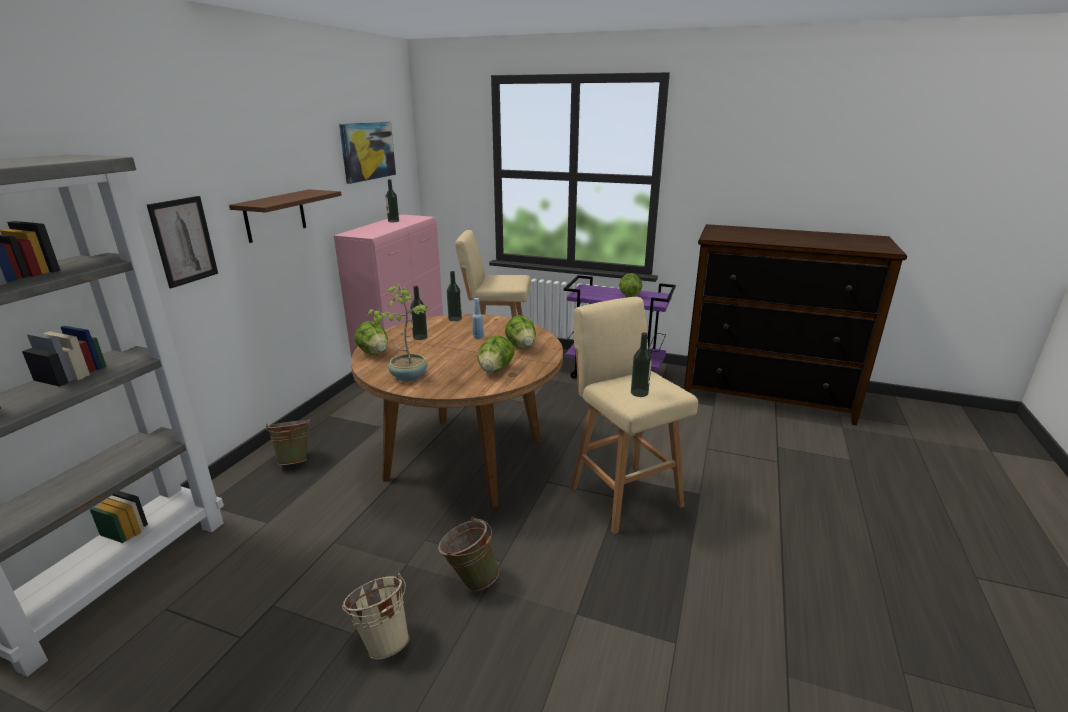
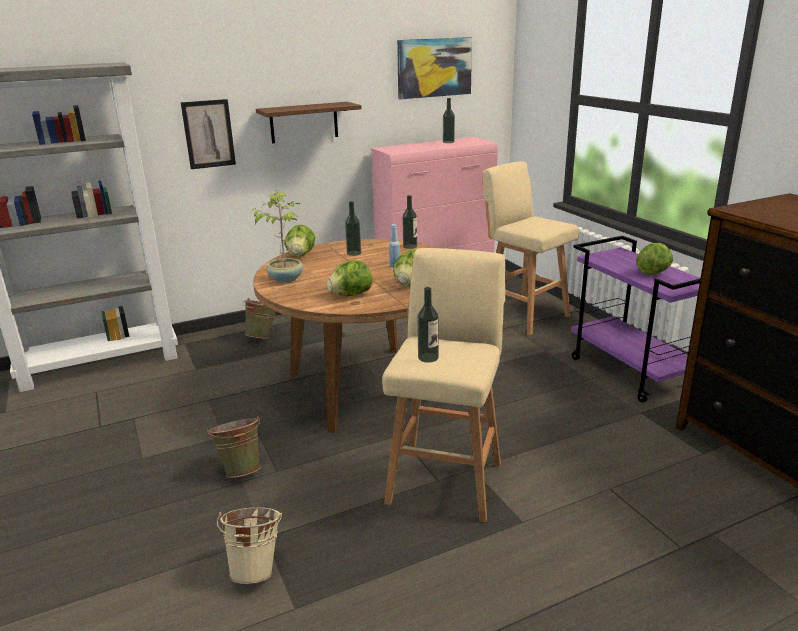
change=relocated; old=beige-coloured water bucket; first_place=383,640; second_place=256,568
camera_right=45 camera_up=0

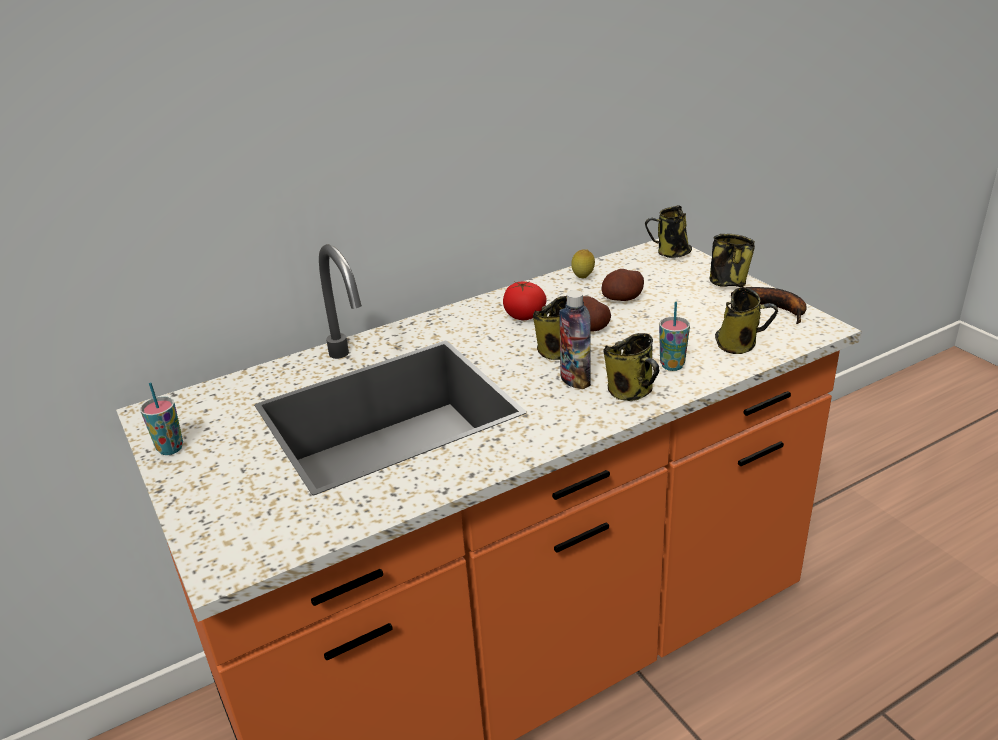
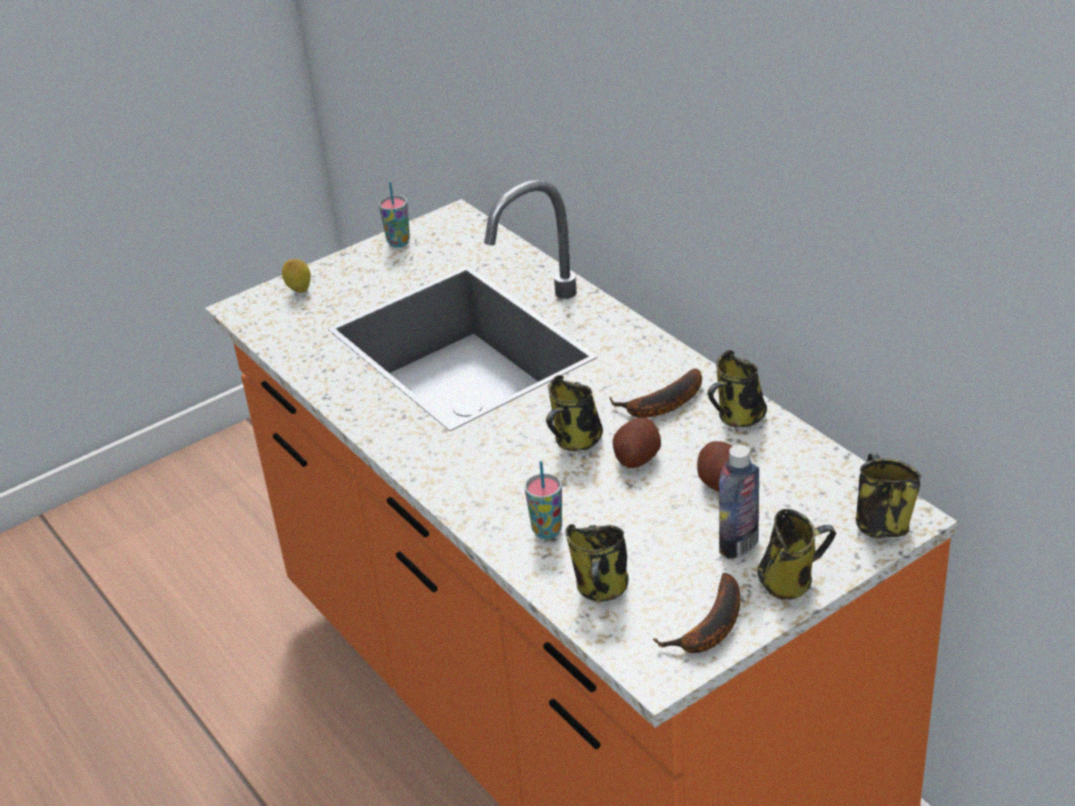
change=exchanged; old=fresh tomato; new=banana; first_place=524,316; second_place=661,405
change=relocated; old=drink bottle; first_place=575,380; second_place=738,545
change=relocated; old=whole lemon; first_place=583,278; second_place=299,291
change=relocated; old=mug; first_place=632,392; second_place=738,418
camera_right=85 camera_up=5

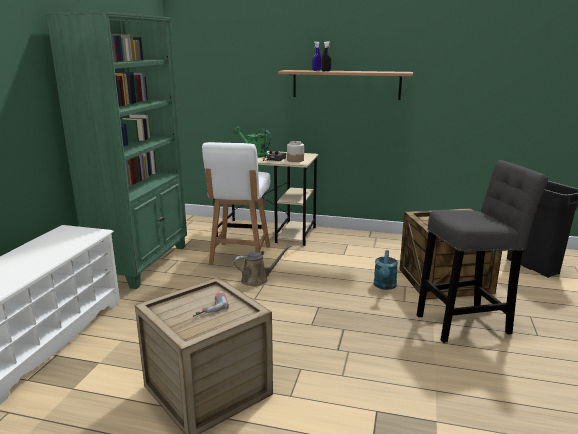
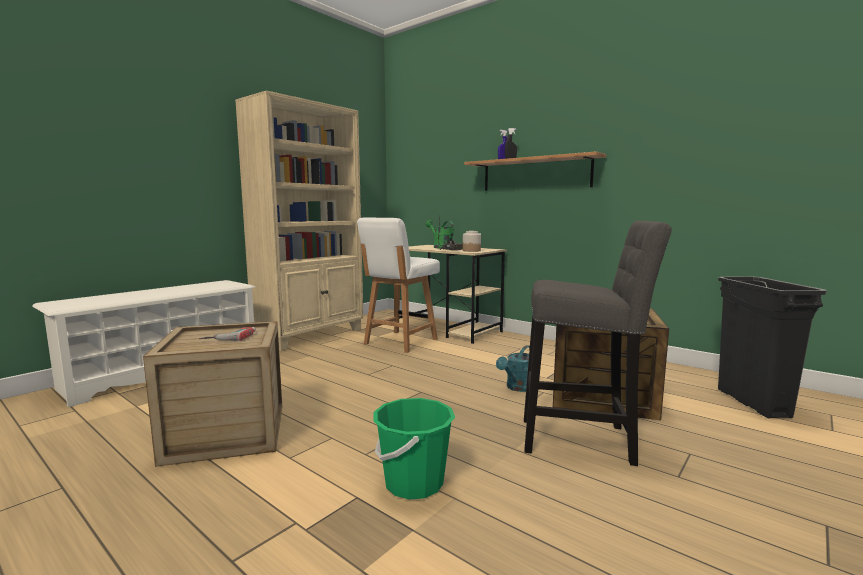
change=colour; old=green bookcase; new=beige-coloured bookcase; first_place=142,263; second_place=311,335
change=missing; old=brown-coloured sprinkling can; first_place=257,280
change=appeared; new=green water bucket; second_place=414,483
camera_right=25 camera_up=-10

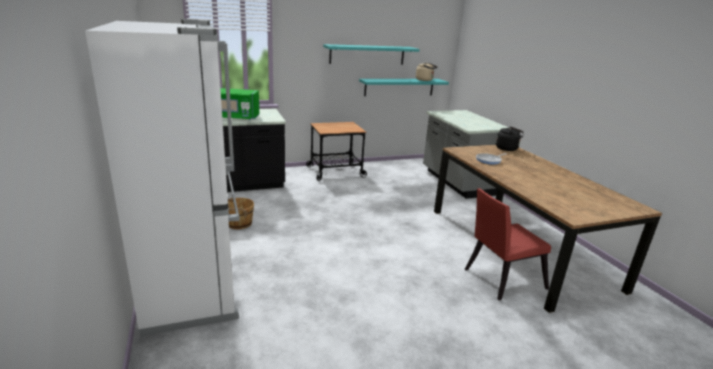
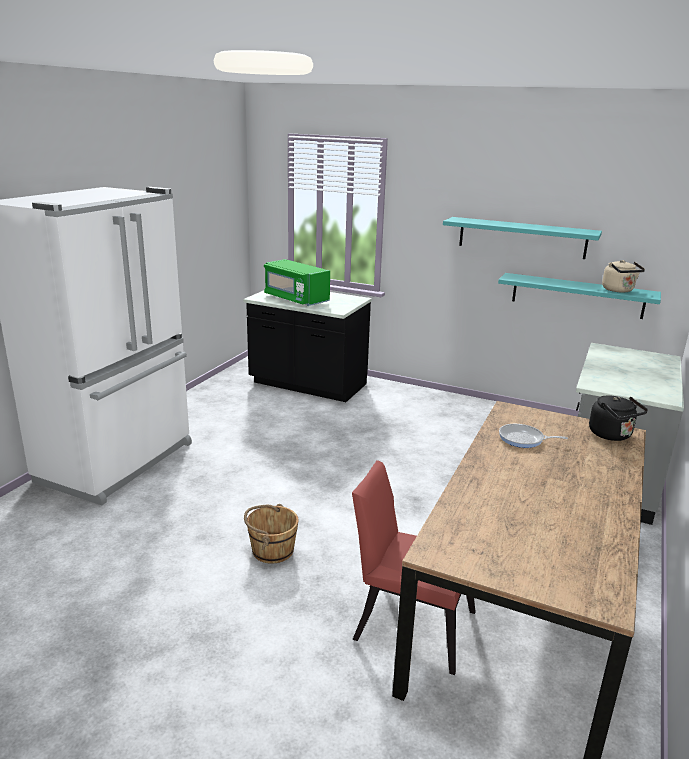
change=relocated; old=brown-coloured water bucket; first_place=238,223; second_place=272,550
change=missing; old=wheeled cart; first_place=335,172
camera_right=45 camera_up=0

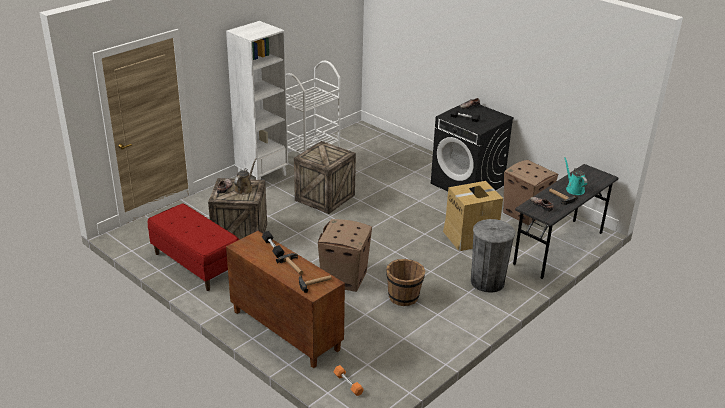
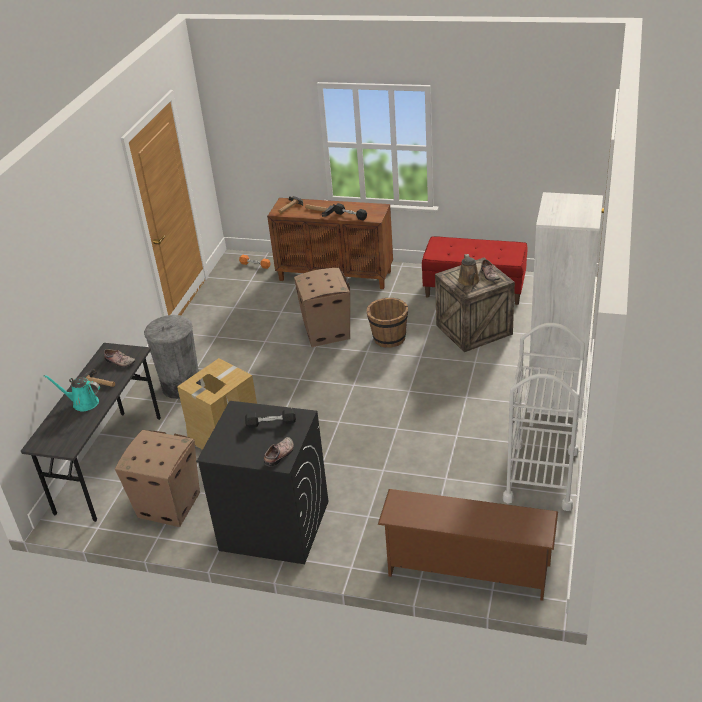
change=missing; old=crate; first_place=324,197
change=relocated; old=brown-coloured water bucket; first_place=404,297; second_place=389,338
change=spun; old=turquoise-coloured sprinkling can; first_place=574,189; second_place=83,403; degrees=150
change=appeared; new=brown-coloured shoe shelf; second_place=467,571
camera_right=155 camera_up=5

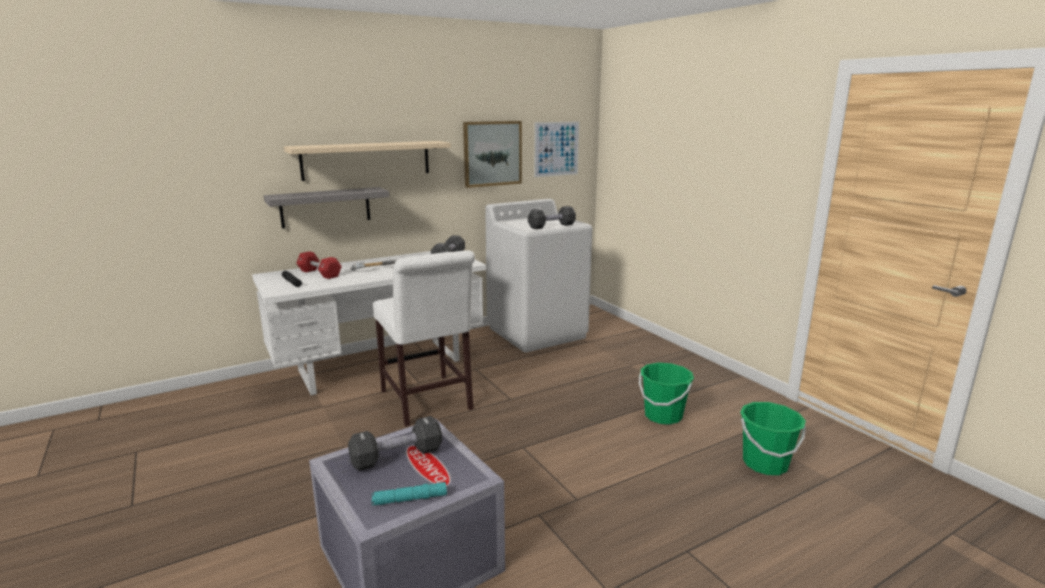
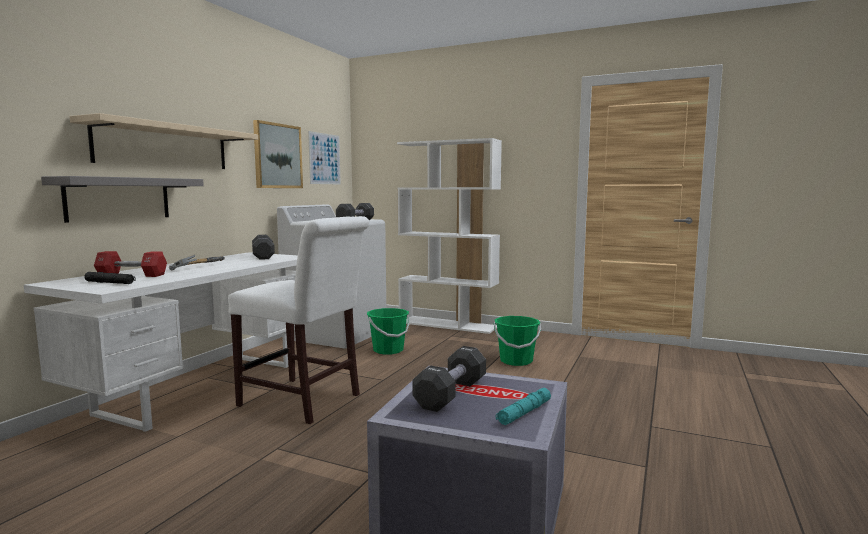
change=relocated; old=green water bucket; first_place=765,464; second_place=388,350
change=appeared; new=whitish bookcase; second_place=448,325
camera_right=-35 camera_up=-10

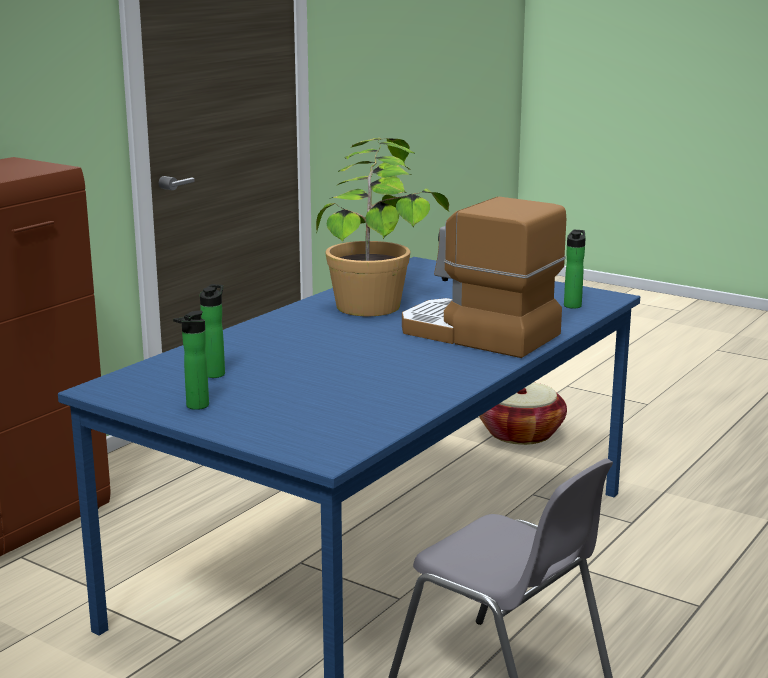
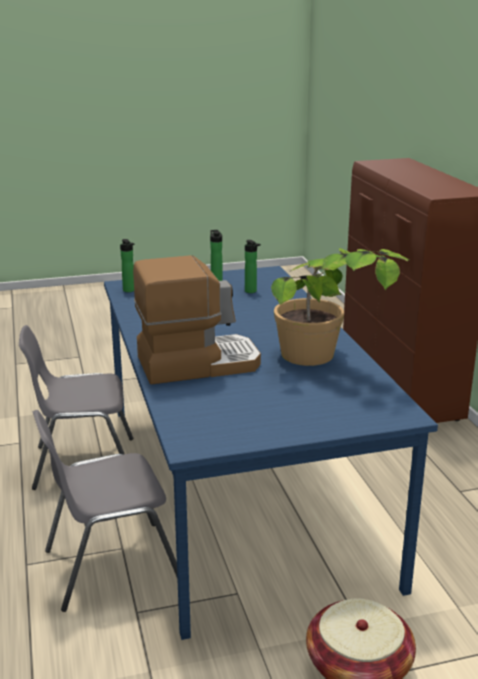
change=relocated; old=drink bottle; first_place=573,305; second_place=129,291
change=appeared; new=grey upright chair; second_place=110,566
camera_right=130 camera_up=5

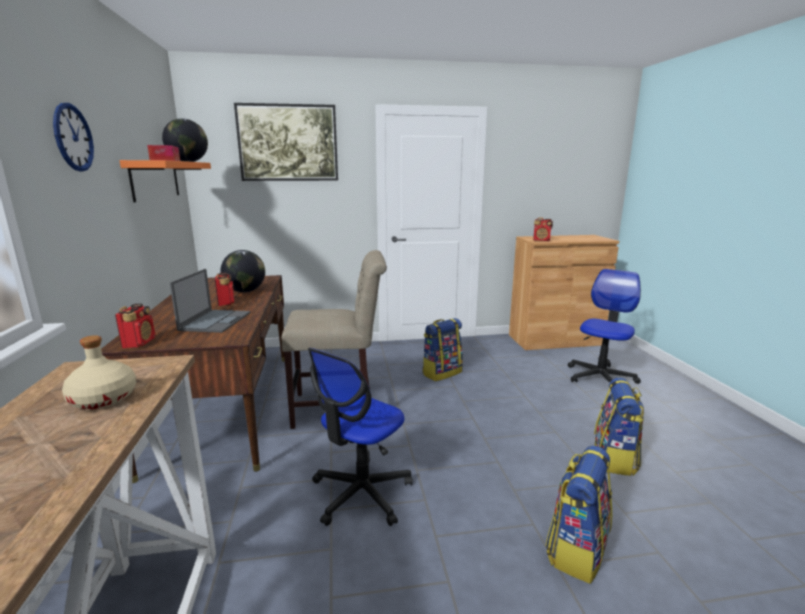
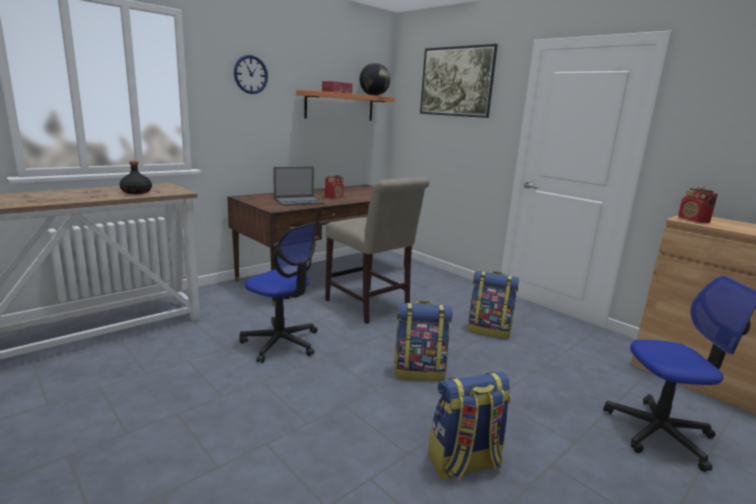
change=colour; old=beige-coloured drink bottle; new=black drink bottle; first_place=103,399; second_place=136,192
change=missing; old=radio; first_place=139,342
change=missing; old=globe; first_place=245,291
change=spun; old=office chair; first_place=361,493; second_place=281,343; degrees=-150
change=relocated; old=rucksack; first_place=576,549; second_place=419,371
camera_right=55 camera_up=0

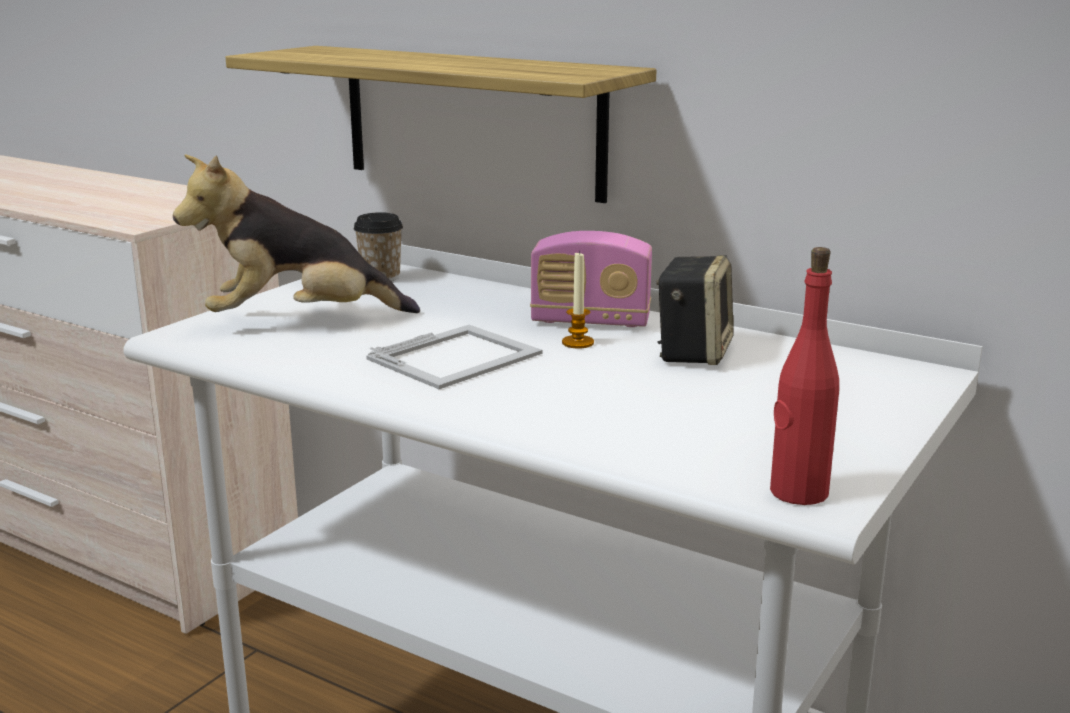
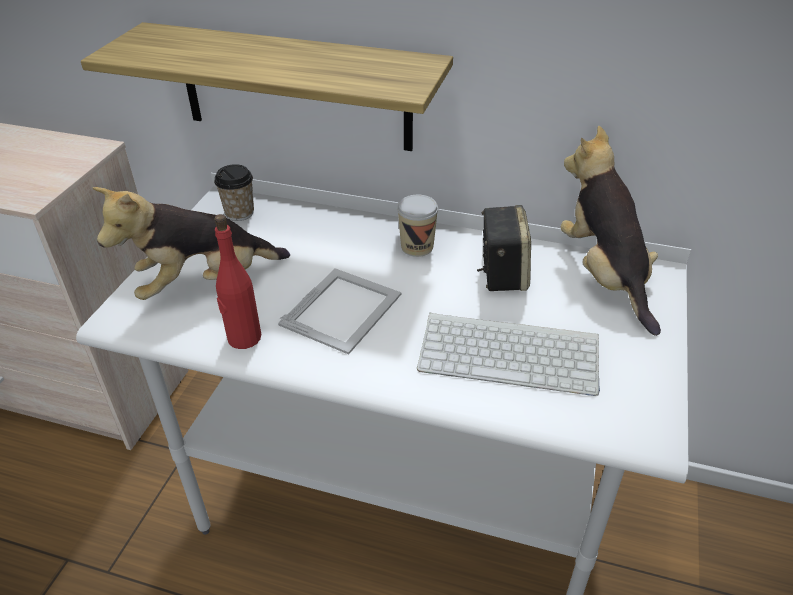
change=exchanged; old=radio; new=drinking cup; first_place=590,321; second_place=417,247
change=missing; old=candle; first_place=577,343
change=relocated; old=reddish drink bottle; first_place=798,492; second_place=243,338
change=appeared; new=PC keyboard; second_place=511,353
change=appeared; new=plush toy; second_place=604,275
camera_right=-15 camera_up=20

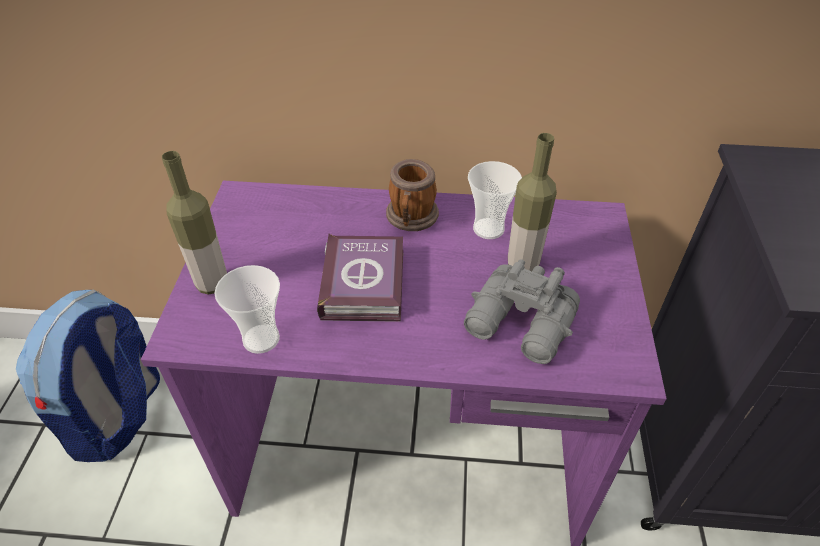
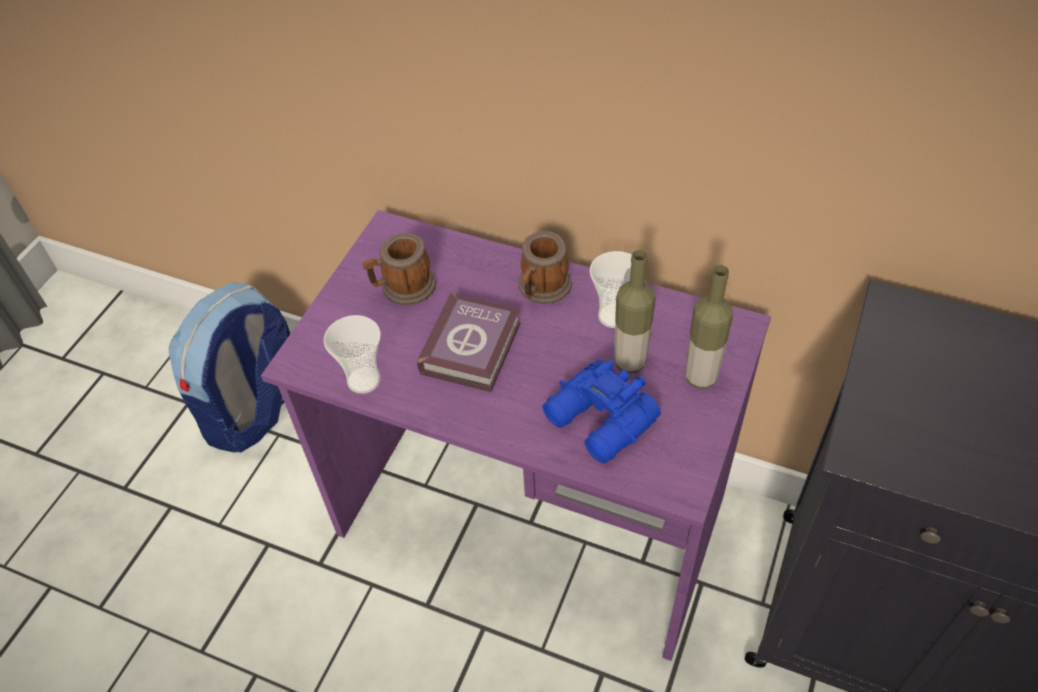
change=relocated; old=drink bottle; first_place=212,284; second_place=701,377
change=colour; old=grey pair of binoculars; new=blue pair of binoculars; first_place=521,325; second_place=600,422
change=appeared; new=mug; second_place=403,288
camera_right=20 camera_up=5

